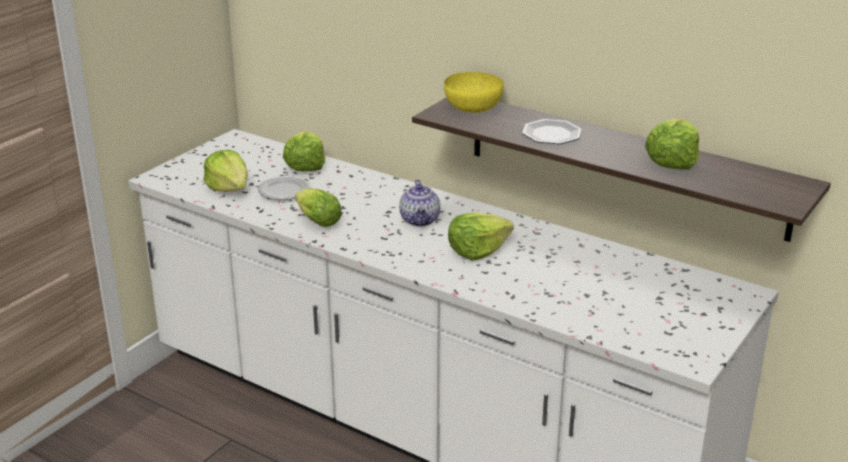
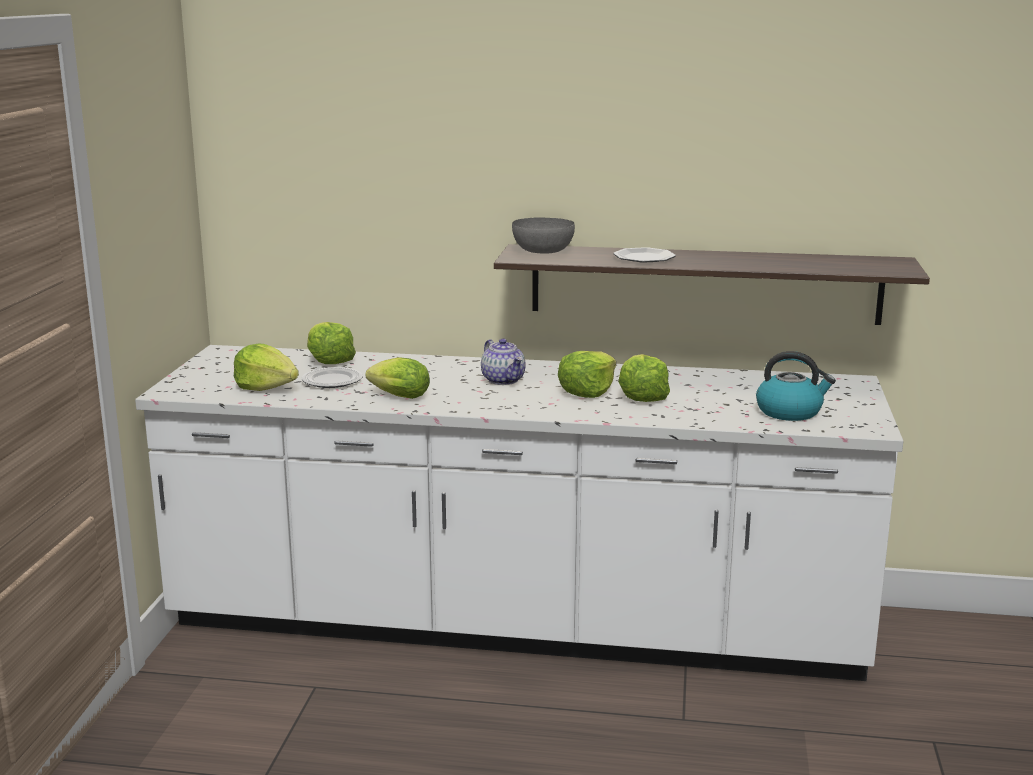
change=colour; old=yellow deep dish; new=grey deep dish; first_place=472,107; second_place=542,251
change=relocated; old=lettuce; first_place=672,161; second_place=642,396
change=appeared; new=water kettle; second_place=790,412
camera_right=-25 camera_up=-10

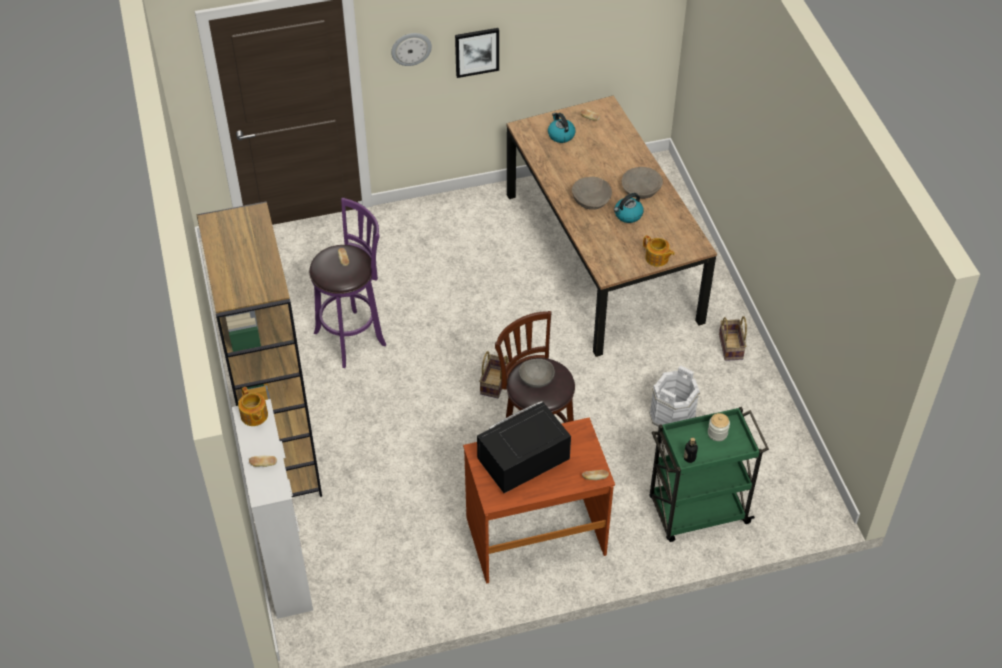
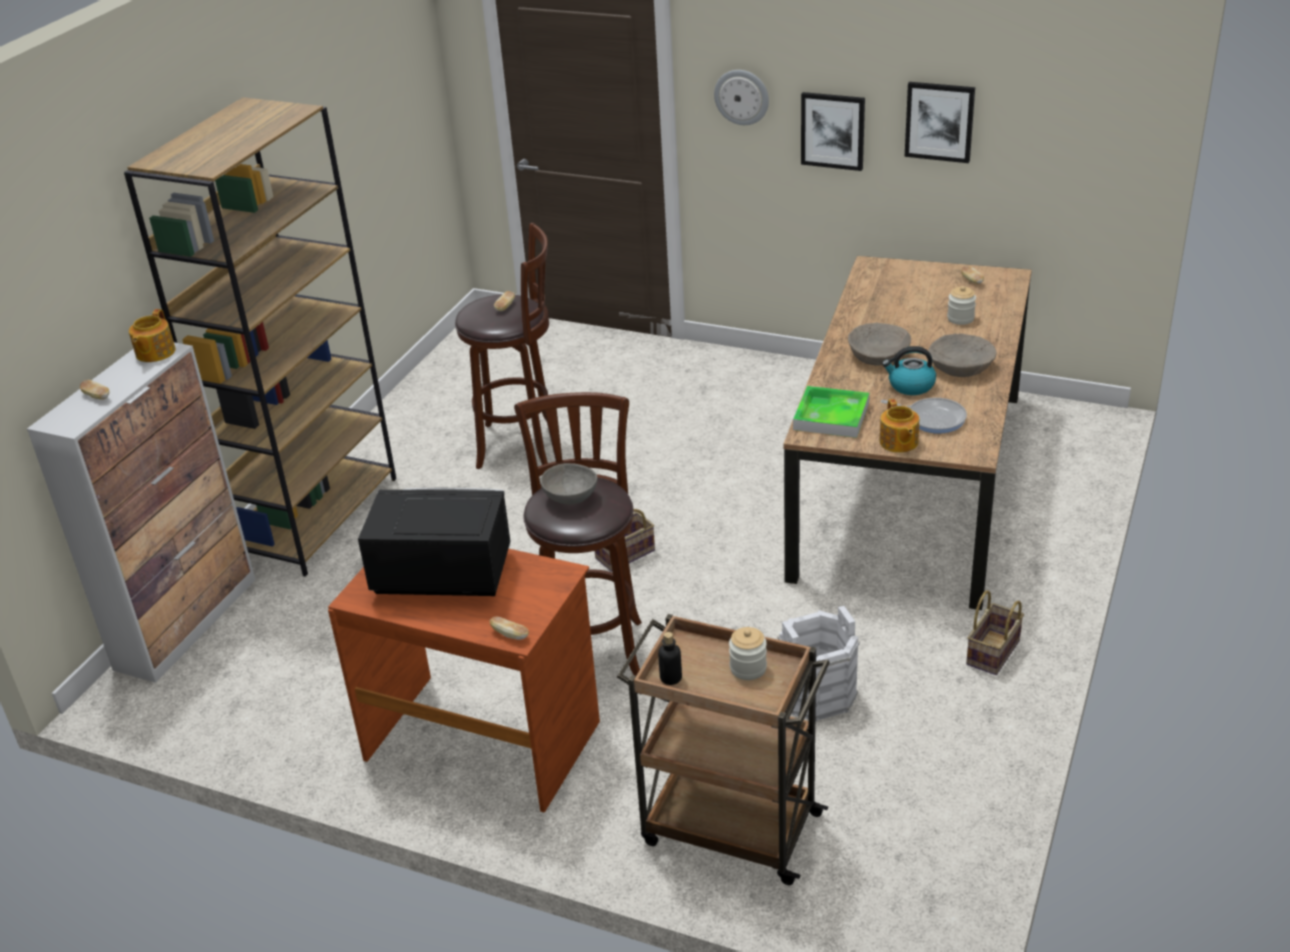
change=colour; old=purple stool seat; new=brown-coloured stool seat; first_place=353,337; second_place=521,445
change=missing; old=water kettle; first_place=560,135
change=colour; old=green wheeled cart; new=brown-coloured wheeled cart; first_place=697,511; second_place=728,827
change=appeared; new=serving tray; second_place=831,416
change=appeared; new=skillet; second_place=932,418
change=appeared; new=wall picture; second_place=939,121
change=appeared; new=jar; second_place=960,318
camera_right=40 camera_up=-15

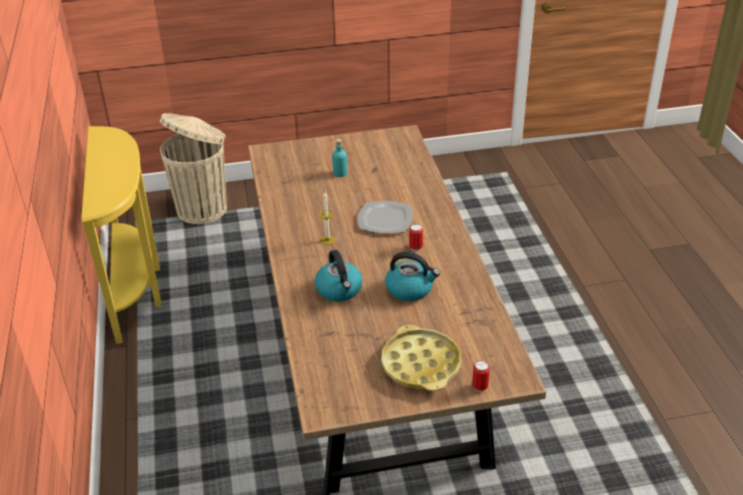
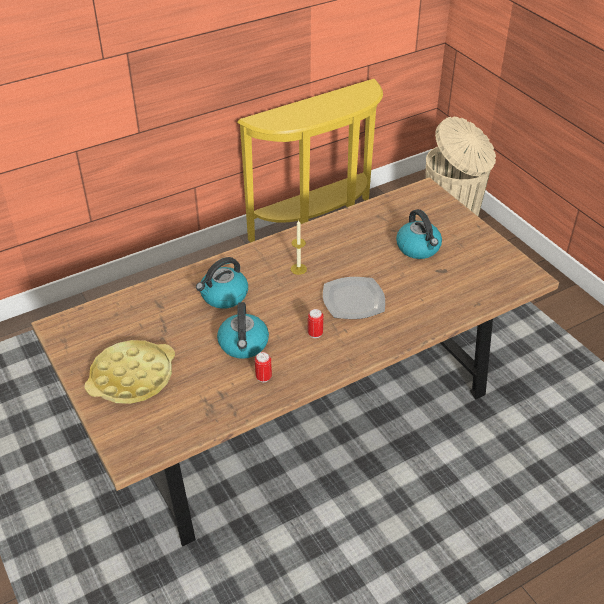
change=exchanged; old=turquoise-coloured drink bottle; new=water kettle; first_place=340,173; second_place=418,248
change=relocated; old=sealed can; first_place=480,387; second_place=263,377
camera_right=70 camera_up=5

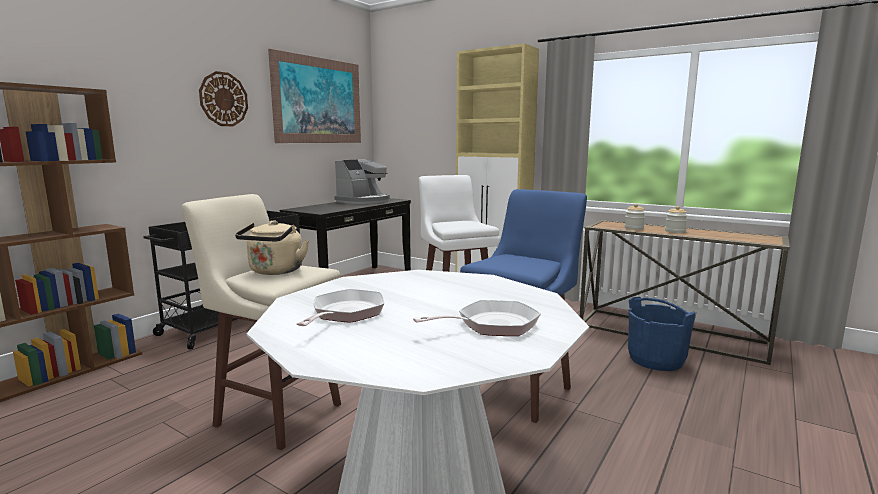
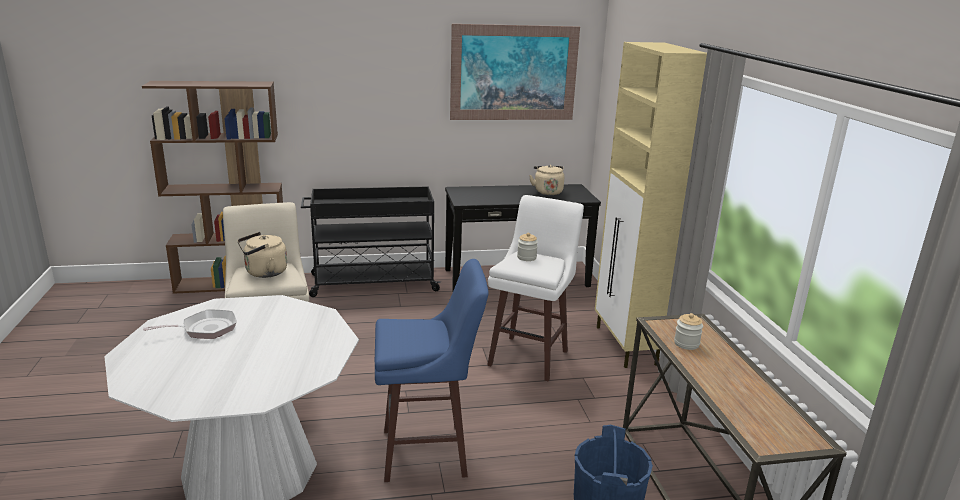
change=missing; old=wall clock; first_place=223,99
change=exchanged; old=coffee machine; new=beige-coloured water kettle; first_place=364,201; second_place=547,191
change=missing; old=skillet; first_place=492,325
change=relocated; old=jar; first_place=675,231; second_place=526,257
camera_right=45 camera_up=10

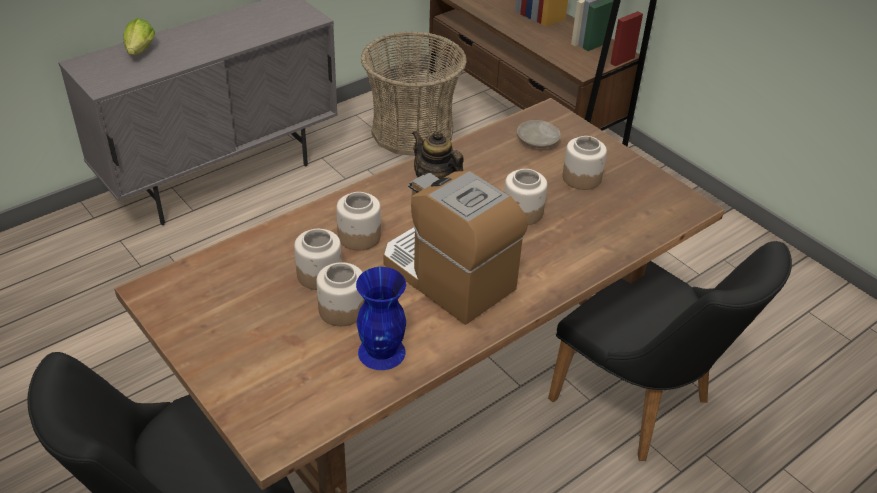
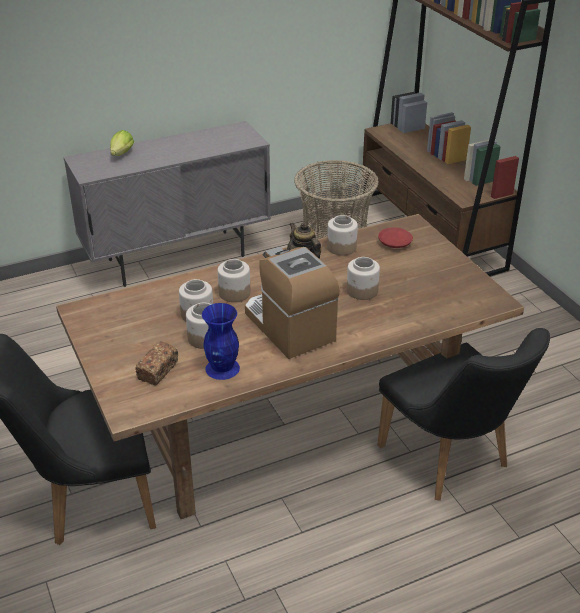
change=colour; old=beige-coloured flat dish; new=reddish flat dish; first_place=538,140; second_place=395,243
change=relocated; old=jar; first_place=581,177; second_place=341,247
change=appeared; new=baked bread; second_place=158,371
camera_right=15 camera_up=-5

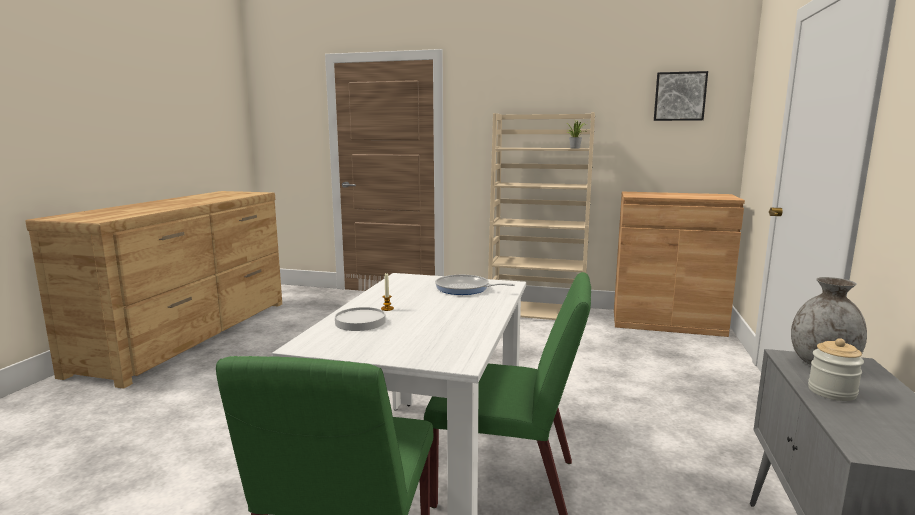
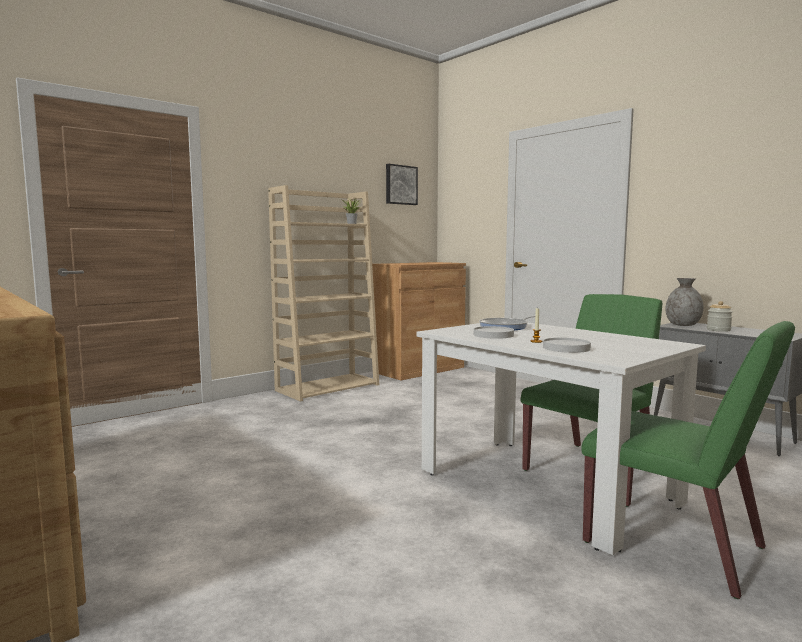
change=appeared; new=whitish flat dish; second_place=493,335
camera_right=-55 camera_up=-5

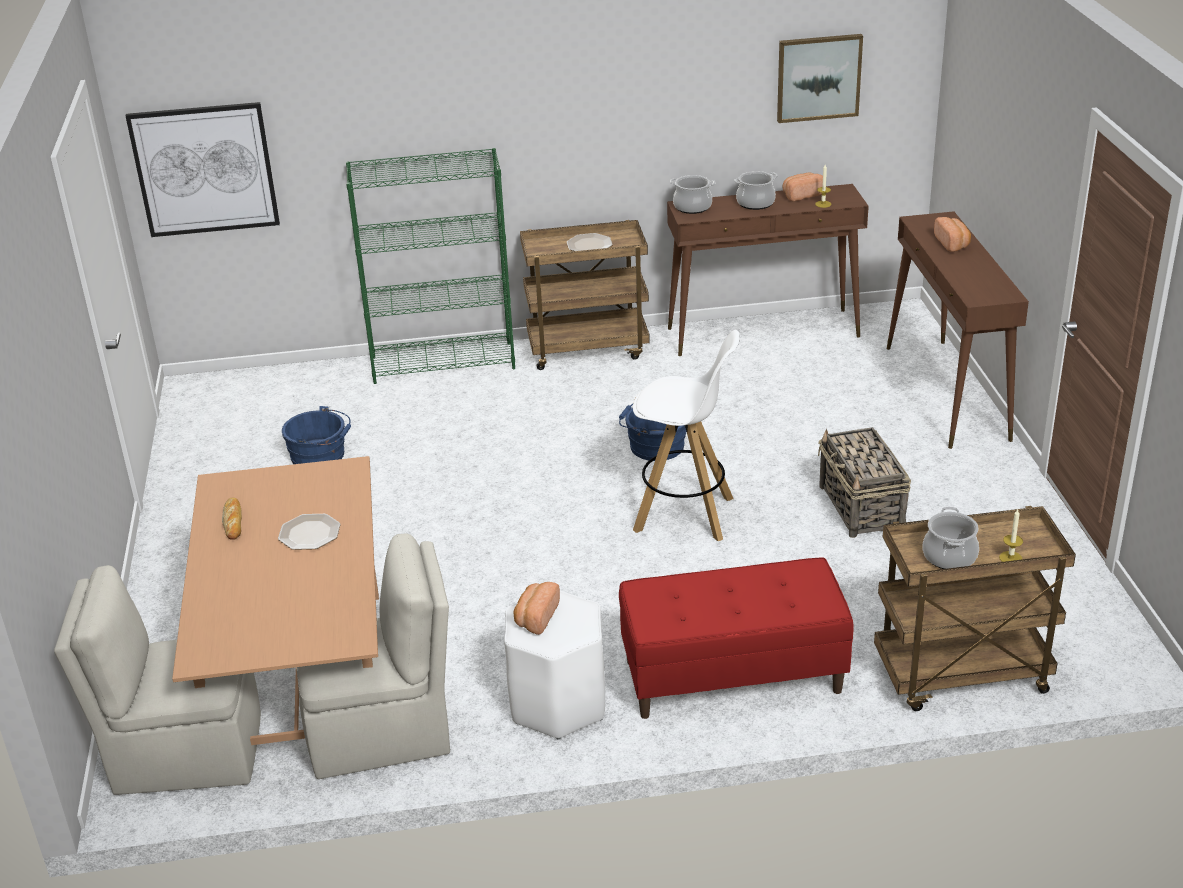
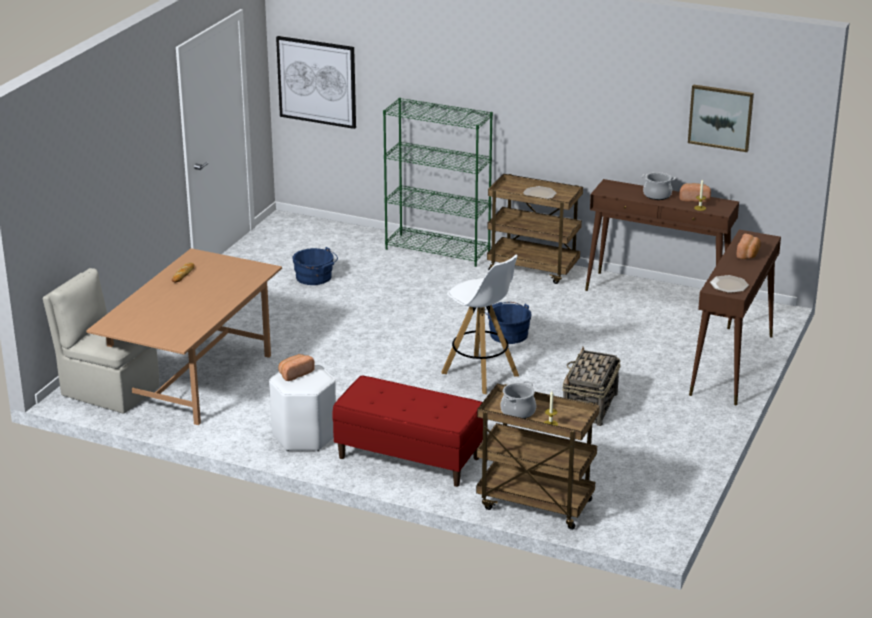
change=relocated; old=flat dish; first_place=309,533; second_place=728,285
change=missing; old=beige-coloured upright chair; first_place=382,732
change=missing; old=cooking pot; first_place=692,207
camera_right=30 camera_up=-5

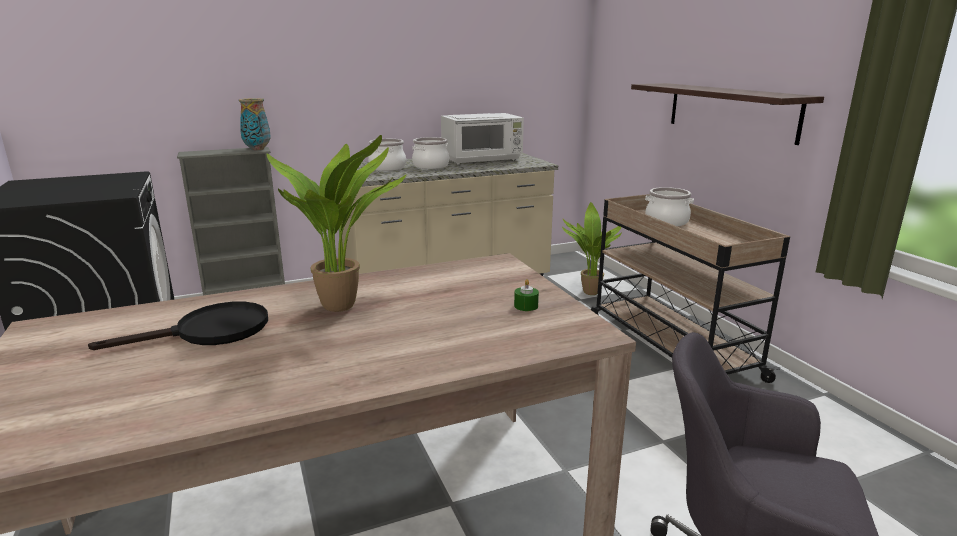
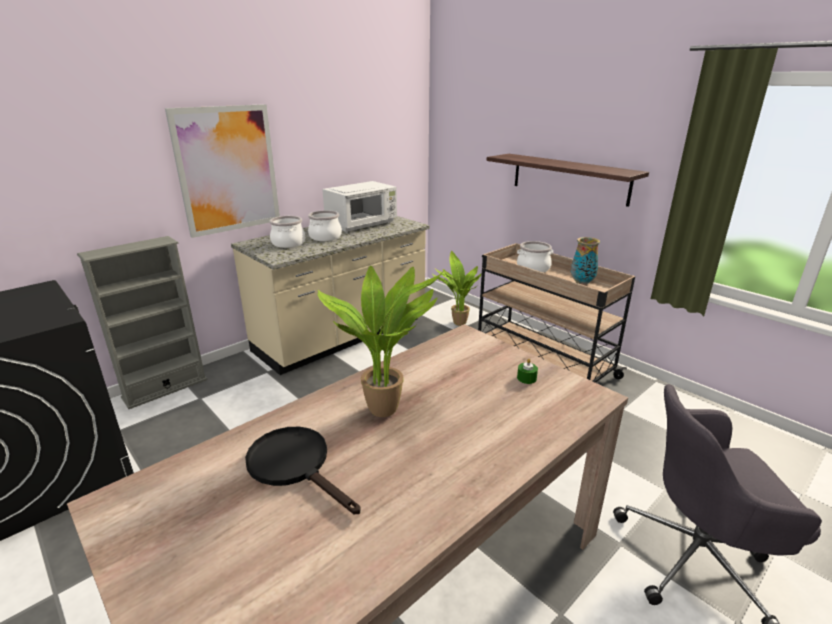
change=spun; old=black skillet; first_place=210,332; second_place=296,466; degrees=-90
change=relocated; old=flower vase; first_place=258,149; second_place=582,282
change=appeared; new=wall picture; second_place=227,170
camera_right=-20 camera_up=5

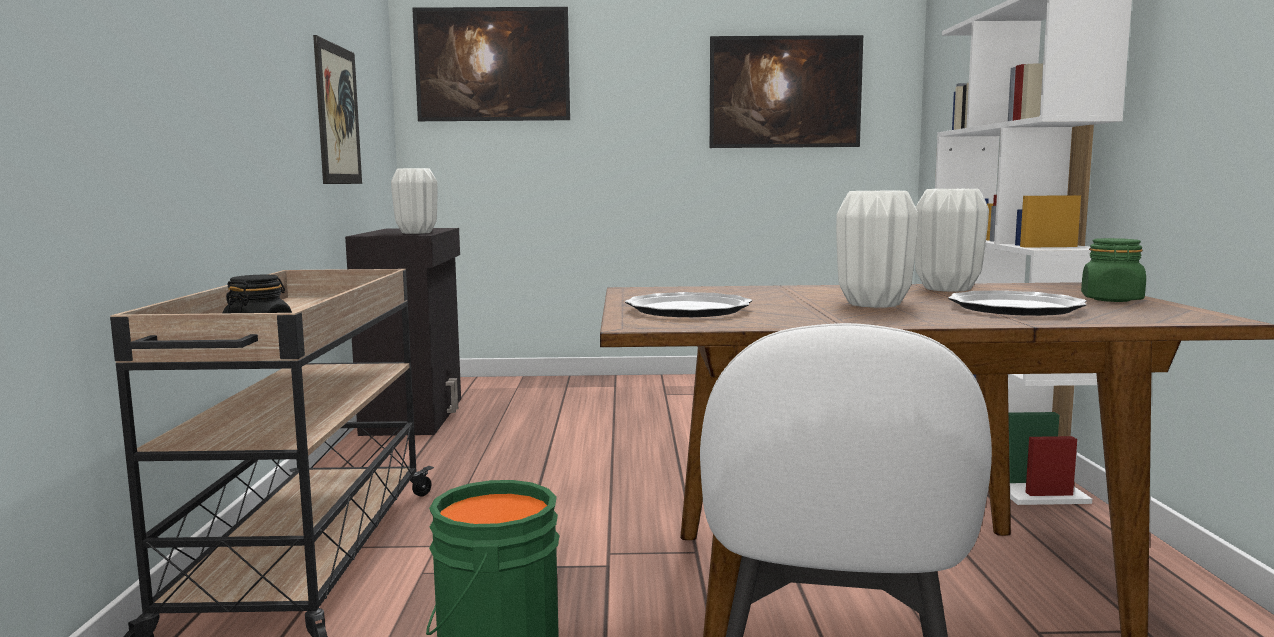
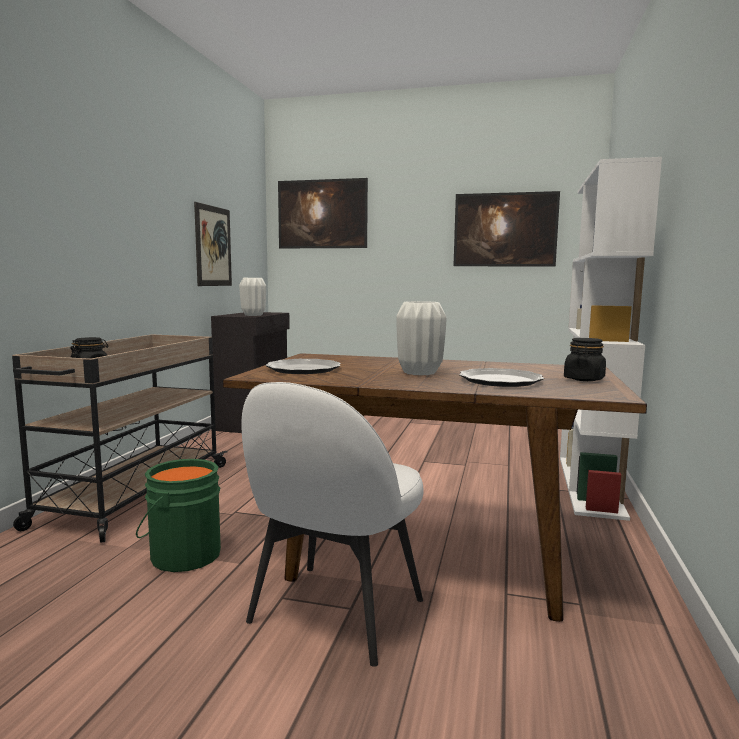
change=missing; old=whitish flower vase; first_place=947,289
change=colour; old=green jar; new=black jar; first_place=1111,299; second_place=584,379
camera_right=15 camera_up=0

